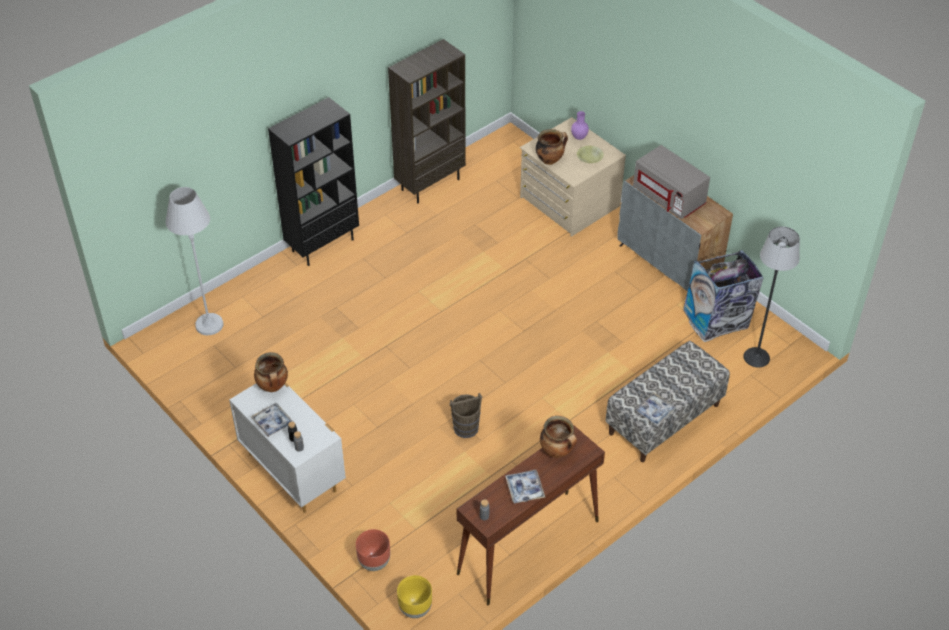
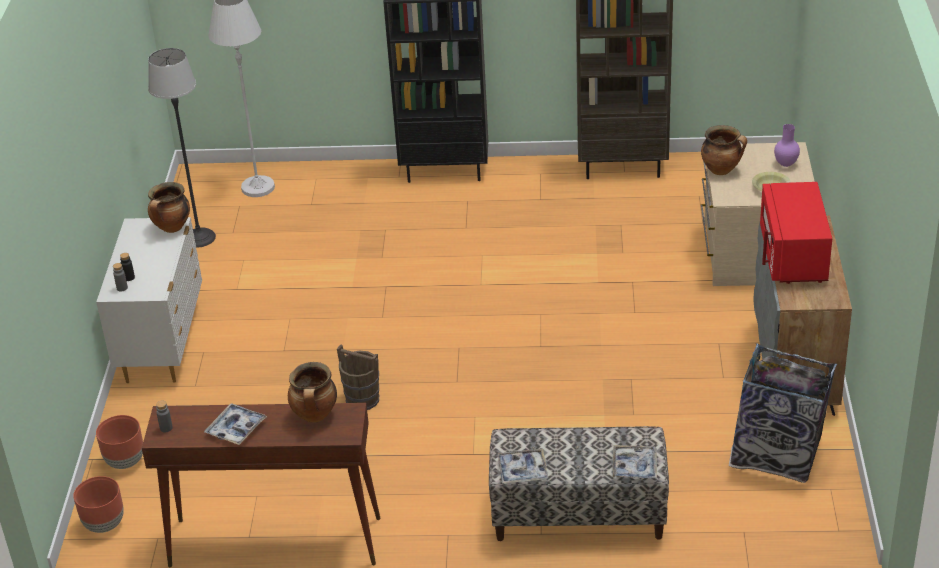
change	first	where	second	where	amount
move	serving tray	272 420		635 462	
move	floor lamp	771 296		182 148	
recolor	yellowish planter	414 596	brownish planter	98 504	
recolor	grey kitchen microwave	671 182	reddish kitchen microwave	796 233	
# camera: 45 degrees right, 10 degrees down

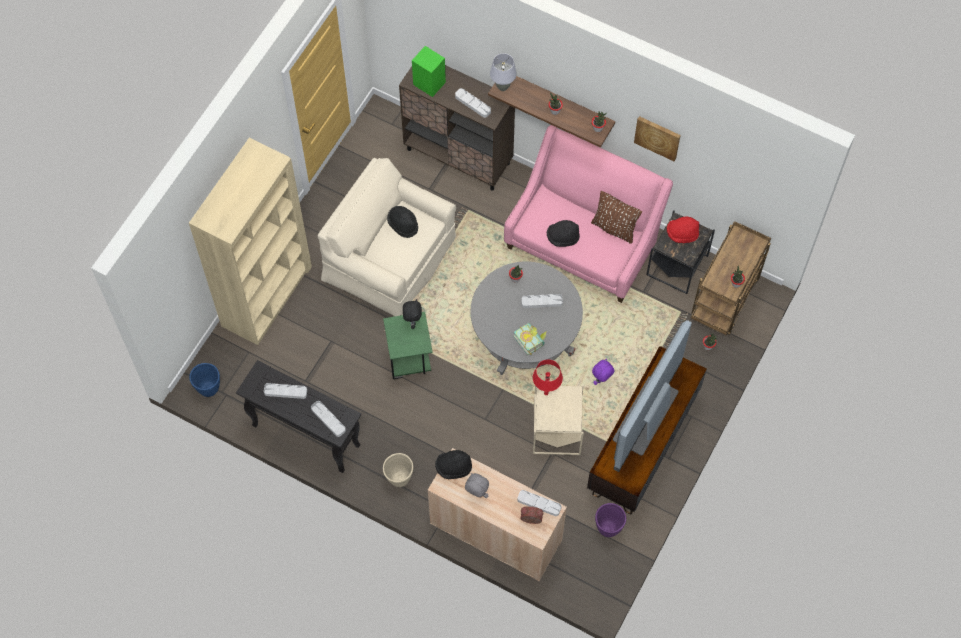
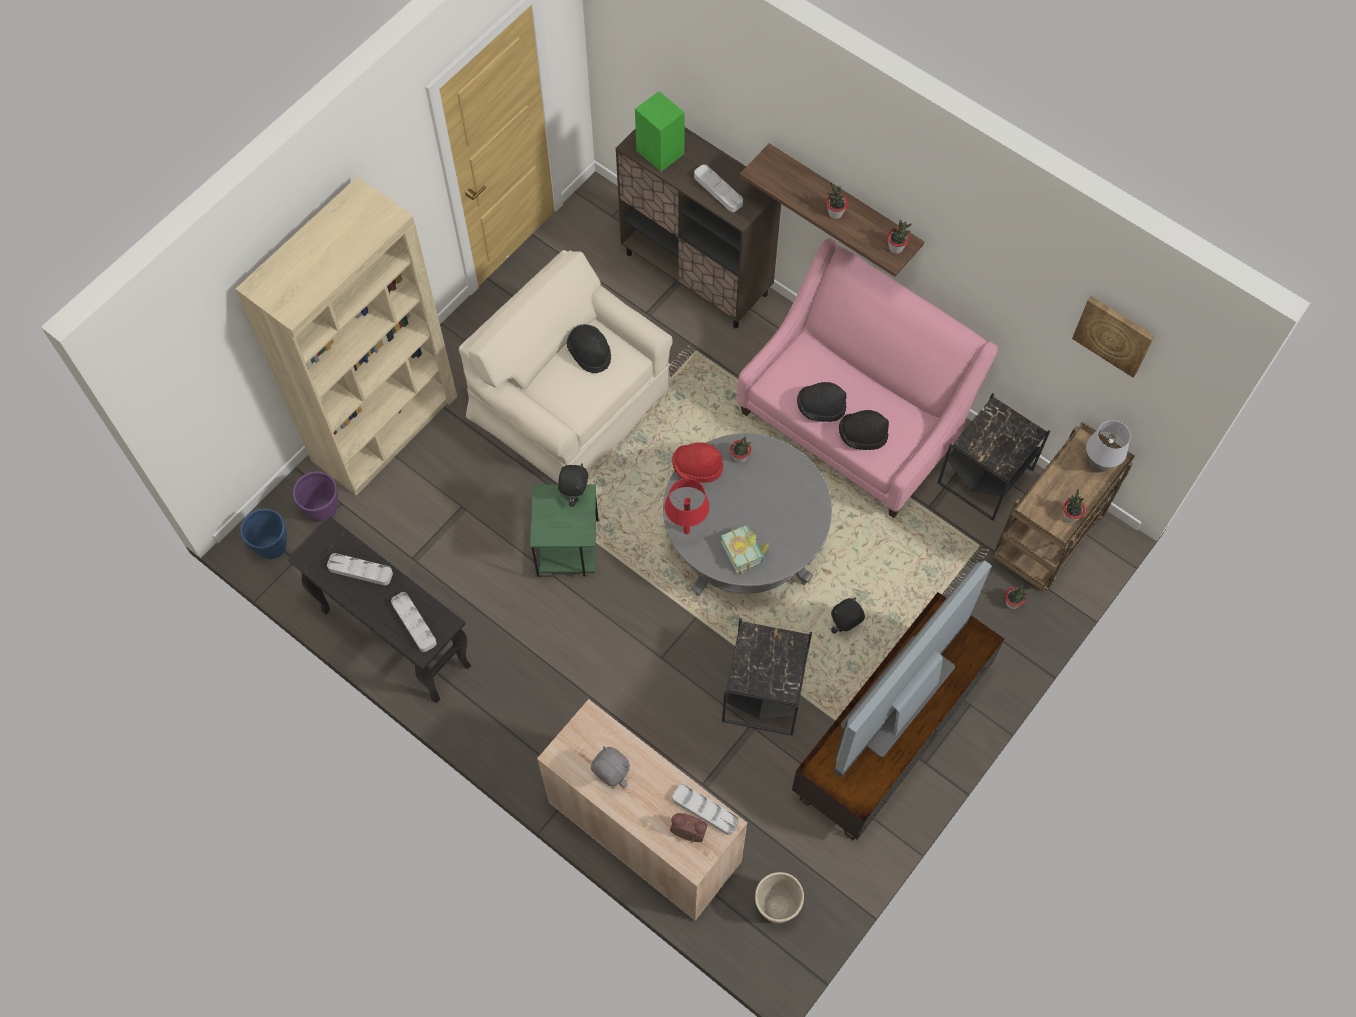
change	first	where	second	where	amount
delete	grey serving tray	542 301			
delete	brownish throw pillow	616 217			
move	sand-coloured planter	398 470		779 897	
move	black wearable hat	453 464		864 430	
move	grey tabletop lamp	503 72		1108 446	
move	reddish tabletop lamp	548 377		687 506	
move	purplish planter	610 520		315 496	
move	wall art	657 138		1113 336	
move	reddish wearable hat	683 229		697 462	
recolor	sand-coloured side table	558 420	black side table	767 677	
recolor	purplish cuddly toy	603 372	black cuddly toy	848 615	
# camera: 10 degrees right, 0 degrees up

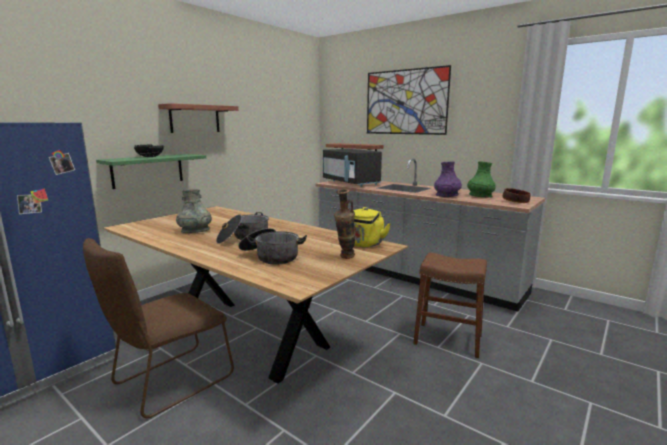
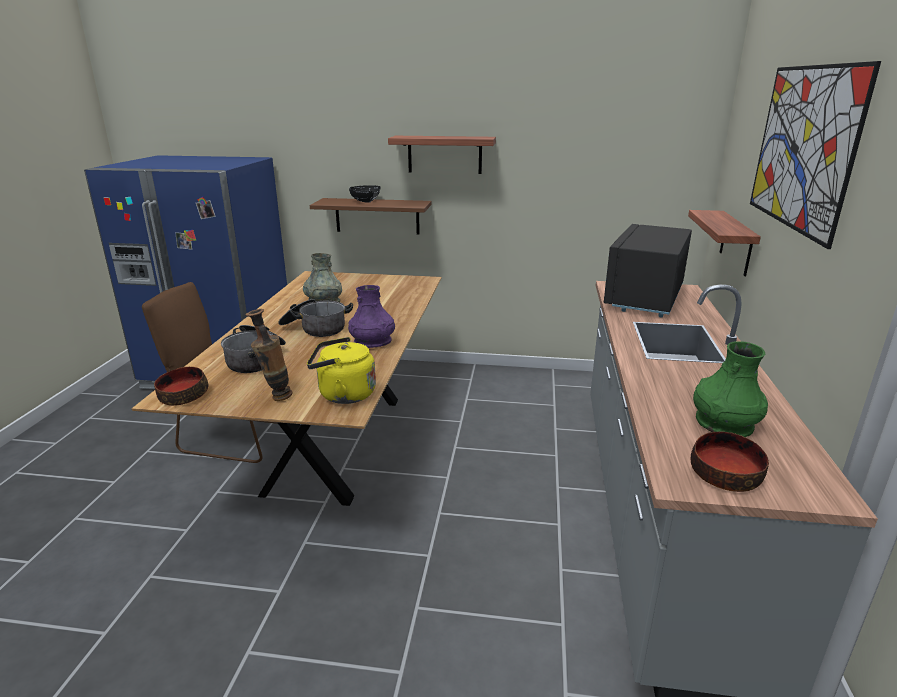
change	first	where	second	where	amount
delete	brownish stool seat	450 305			
insert			serving bowl	181 386	
move	purplish decorative vase	448 179		371 316	
recolor	green wall shelf	151 171	brownish wall shelf	370 216	
# camera: 60 degrees right, 10 degrees up

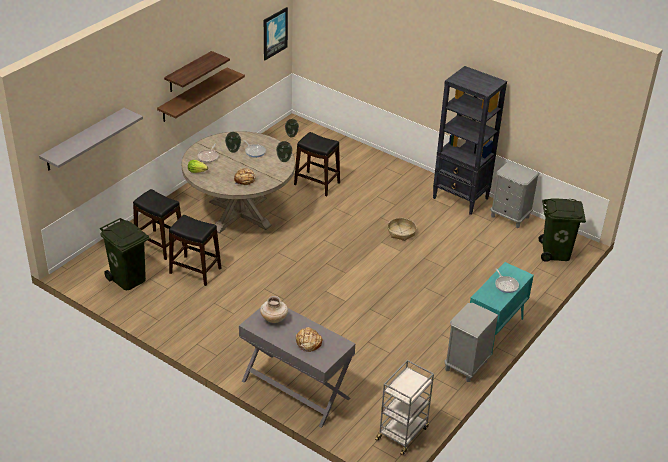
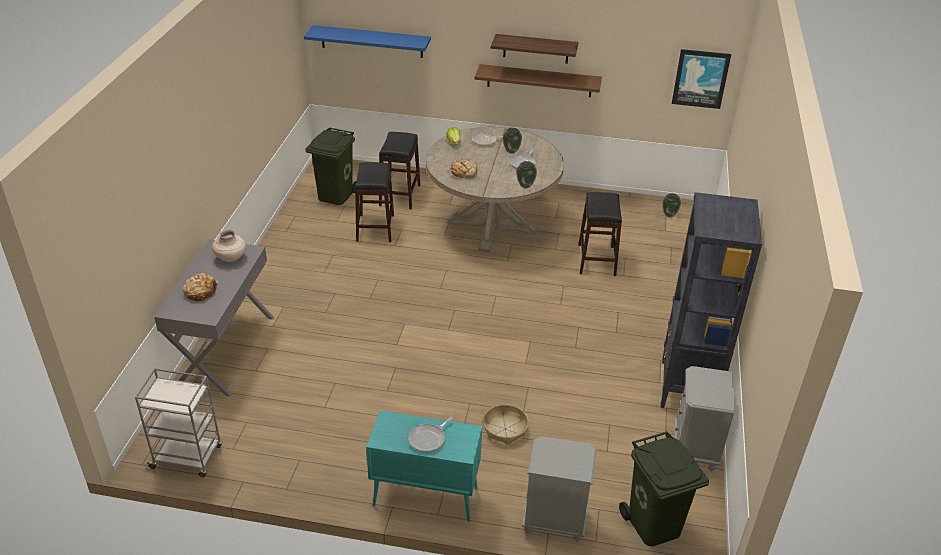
change	first	where	second	where	amount
move	basket	402 229		506 424	
move	grey bedside table	471 342		559 489	
recolor	grey wall shelf	91 139	blue wall shelf	367 41	
# camera: 65 degrees right, 0 degrees up

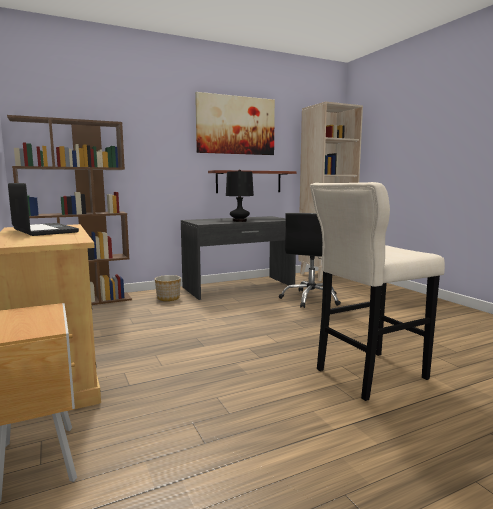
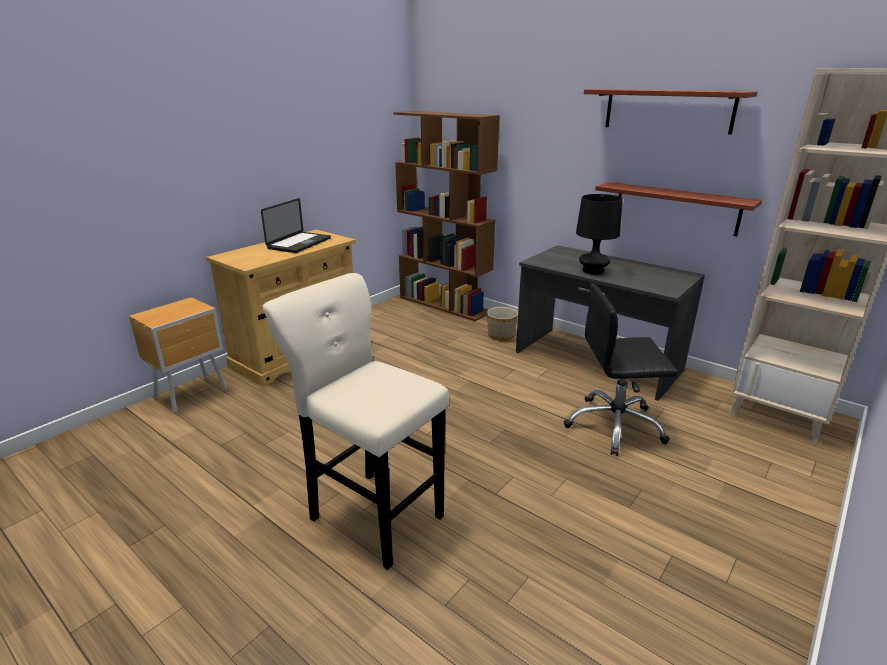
change	first	where	second	where	amount
replace	wall art	235 123	wall shelf	670 111	
# camera: 65 degrees right, 15 degrees up

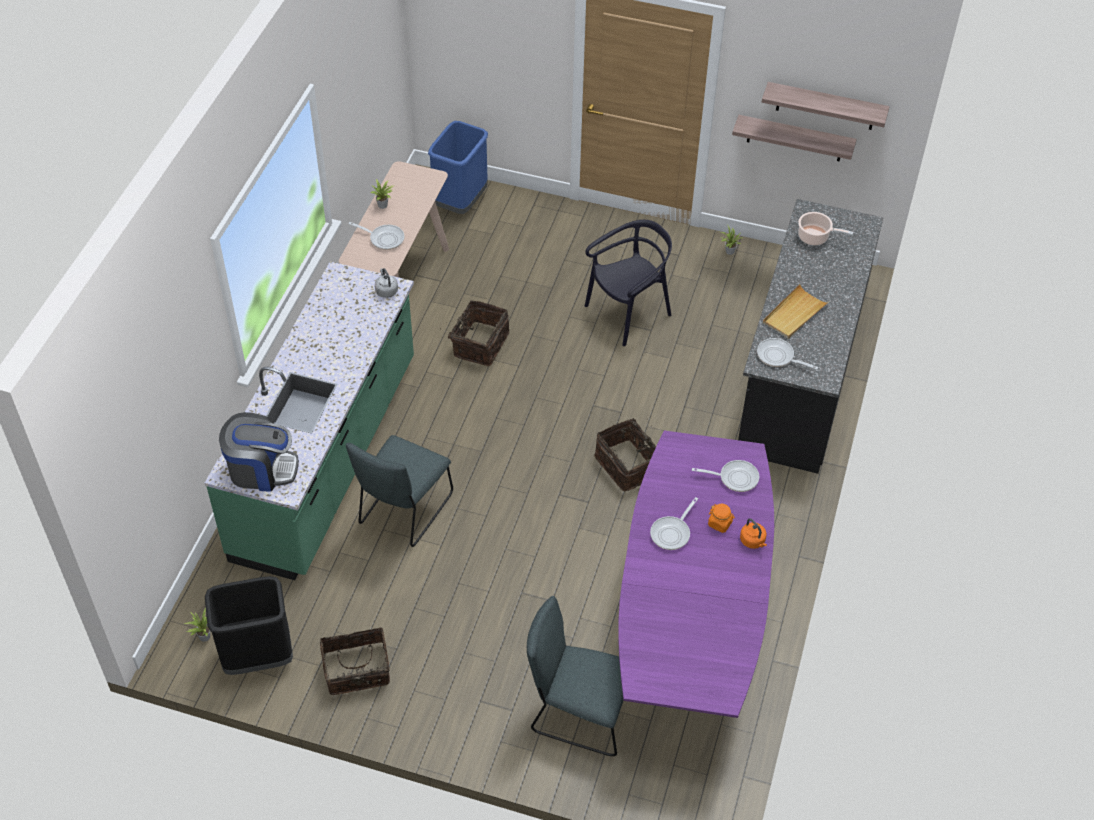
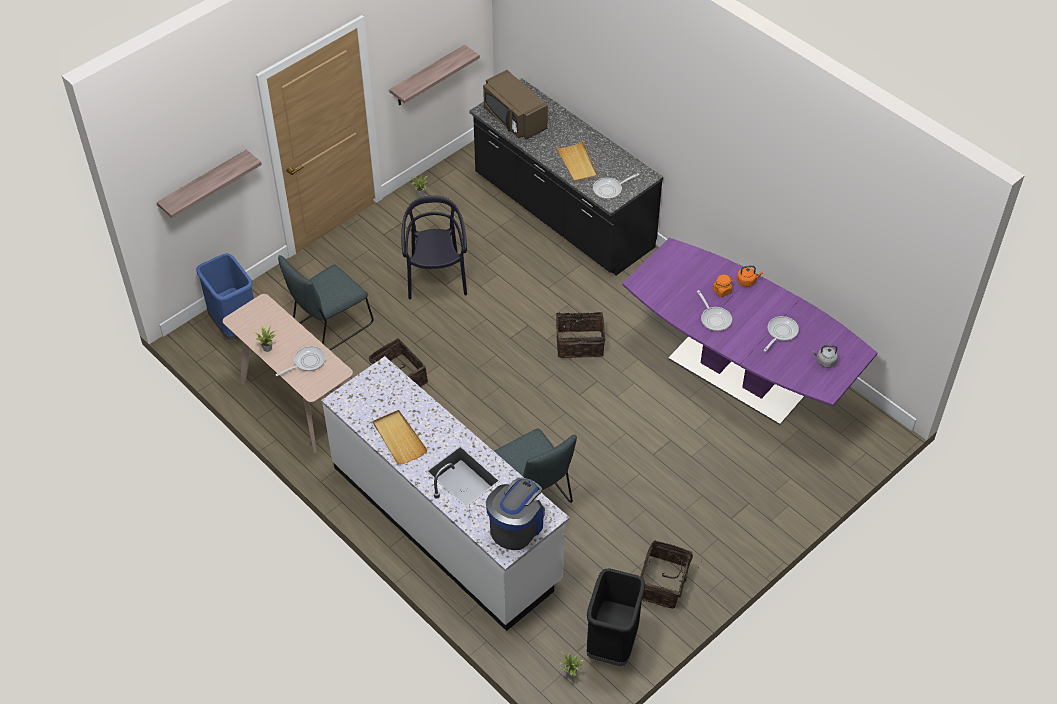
change	first	where	second	where	amount
insert			sand-coloured serving tray	400 437	
move	grey water kettle	386 283		825 356	
move	grey chair	575 676		326 303	
move	frying pan	725 476		781 334	
move	wall shelf	825 106		209 184	
replace	cooking pot	825 228	brownish kitchen microwave	515 104	
recolor	green counter	309 420	white-coloured counter	445 493	
# camera: 60 degrees left, 0 degrees up

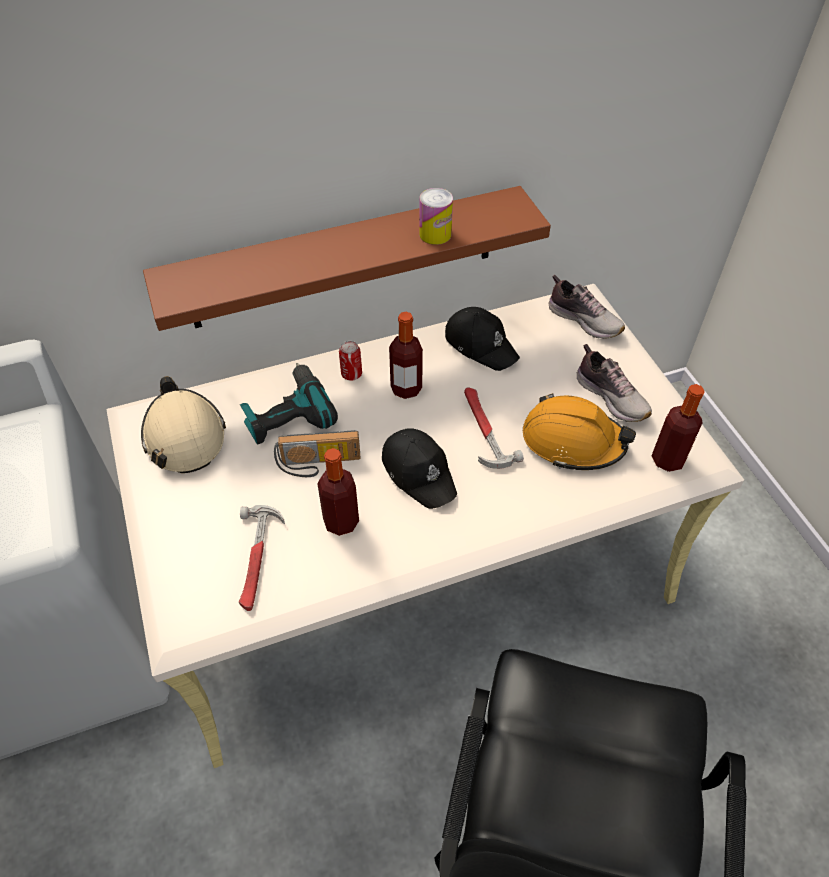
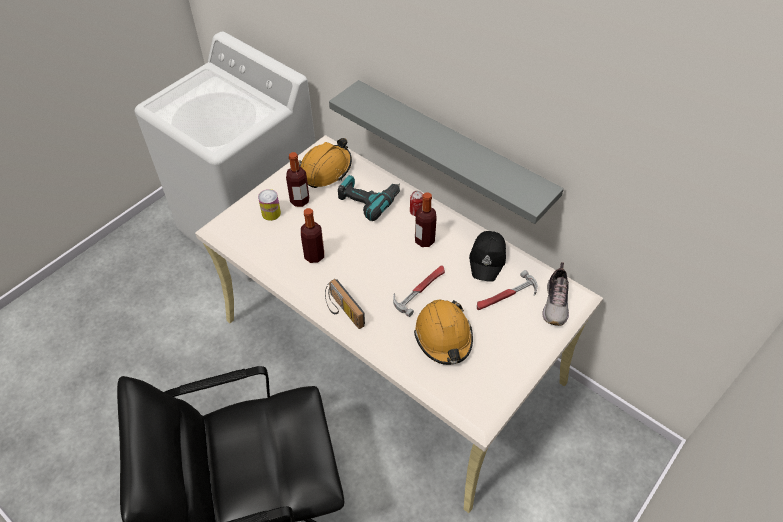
change	first	where	second	where	amount
delete	black baseball cap	419 468			
delete	low shoe	614 383			
move	tool hammer	262 558		507 290	
move	radio	317 453		345 304	
move	metal can	436 216		269 205	
move	beverage bottle	678 428		297 179	
recolor	sand-coloured hard hat	183 424	orange-coloured hard hat	325 163	
recolor	brownish wall shelf	347 258	grey wall shelf	446 152	
# camera: 60 degrees right, 0 degrees up

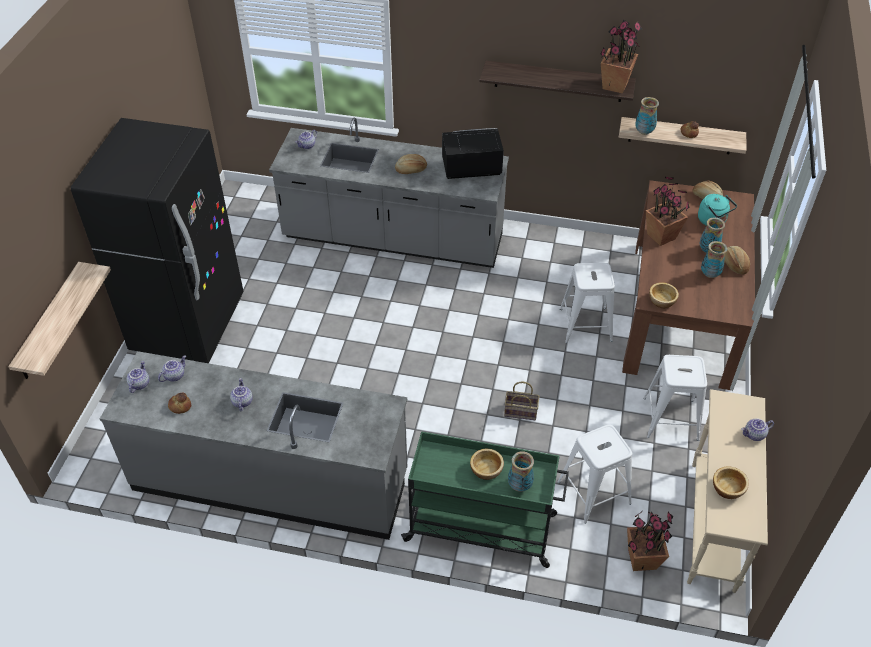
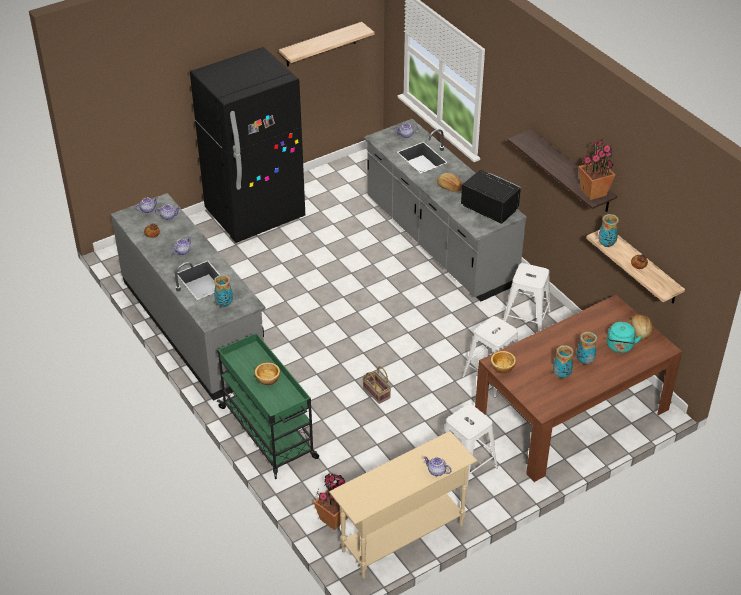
change	first	where	second	where	amount
delete	plant in a pot	668 211			
delete	serving bowl	731 482			
delete	baked bread	737 260			
move	wall shelf	59 320		327 44	
move	decorative vase	521 471		223 291	
move	white-coloured stool seat	594 474		527 297	
# camera: 45 degrees right, 5 degrees down

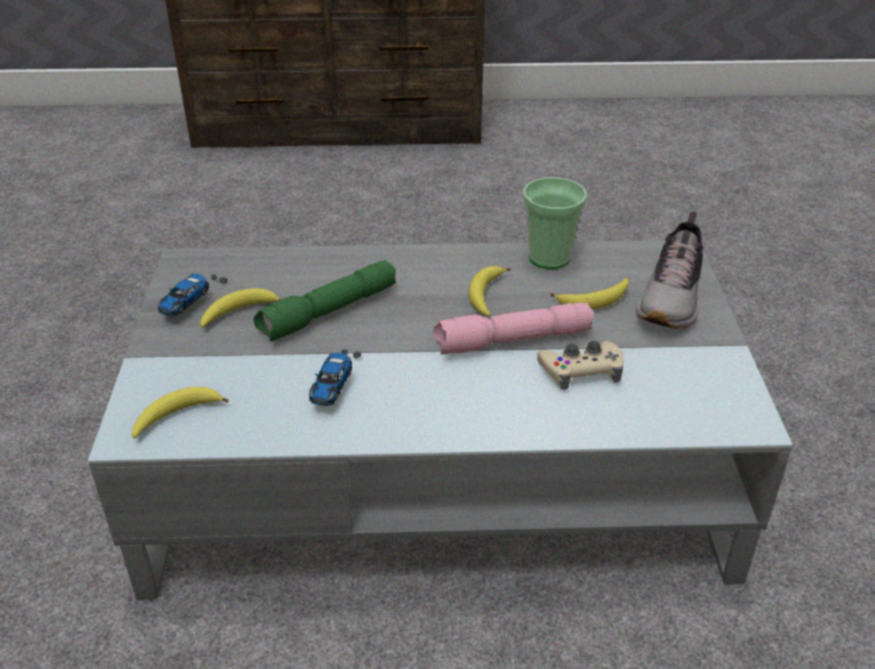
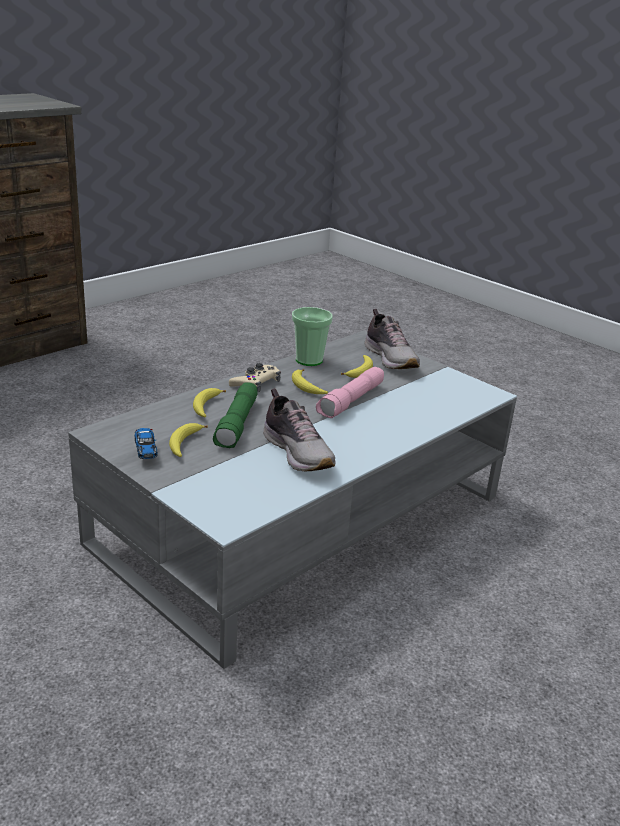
change	first	where	second	where	amount
move	banana	180 412		209 402	
move	sand-coloured game controller	580 365		255 377	
replace	toy car	335 377	low shoe	299 430	
# camera: 45 degrees left, 10 degrees down

